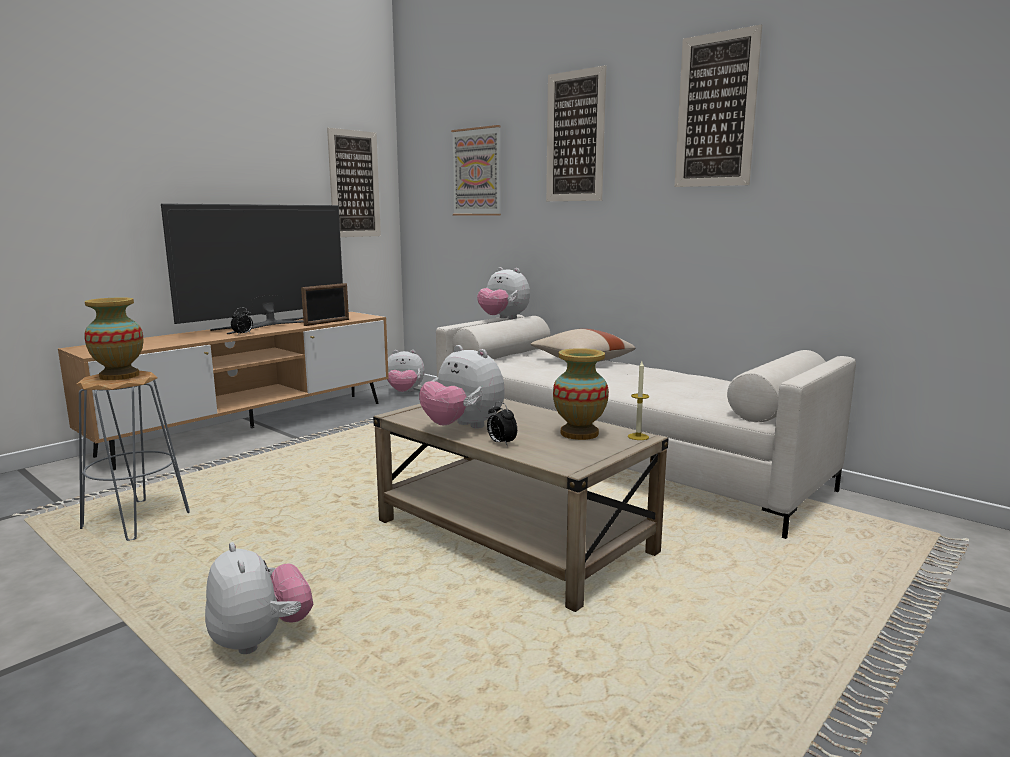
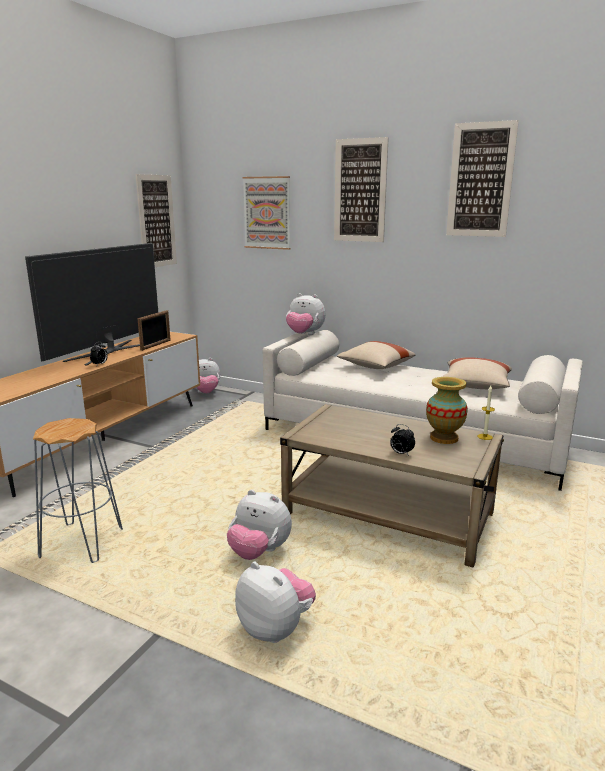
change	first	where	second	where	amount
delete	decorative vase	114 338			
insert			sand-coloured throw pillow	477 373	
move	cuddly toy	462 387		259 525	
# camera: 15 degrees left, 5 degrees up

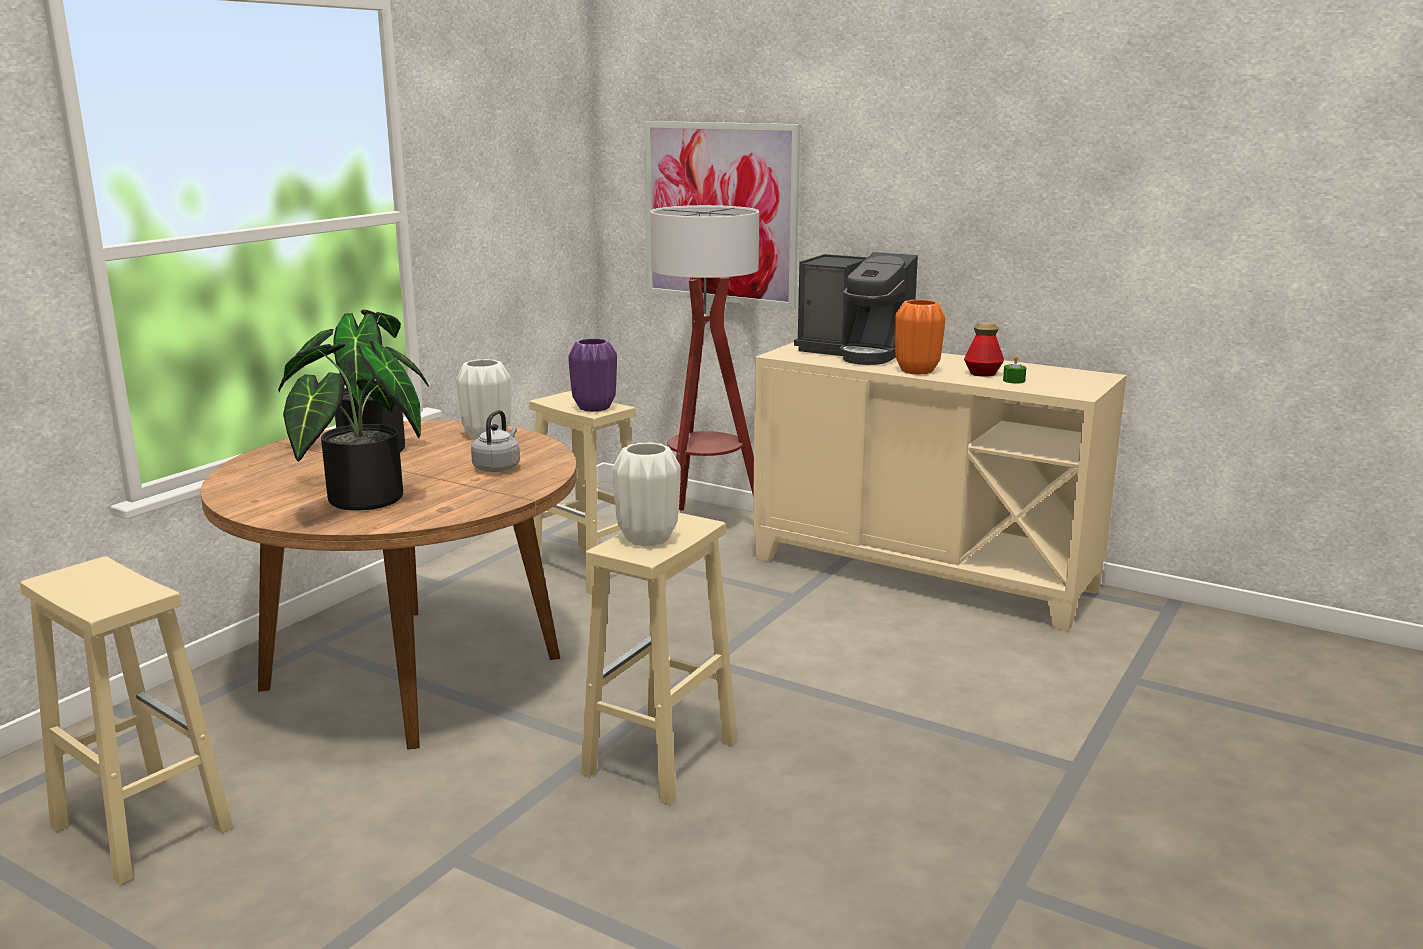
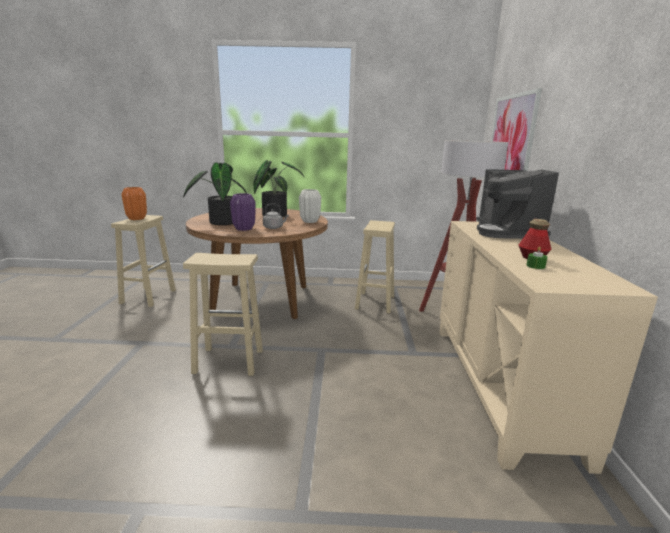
change	first	where	second	where	amount
delete	white-coloured decorative vase	646 494			
move	purplish decorative vase	592 375		243 212	
move	orange-coloured decorative vase	920 337		134 203	
# camera: 60 degrees right, 0 degrees up

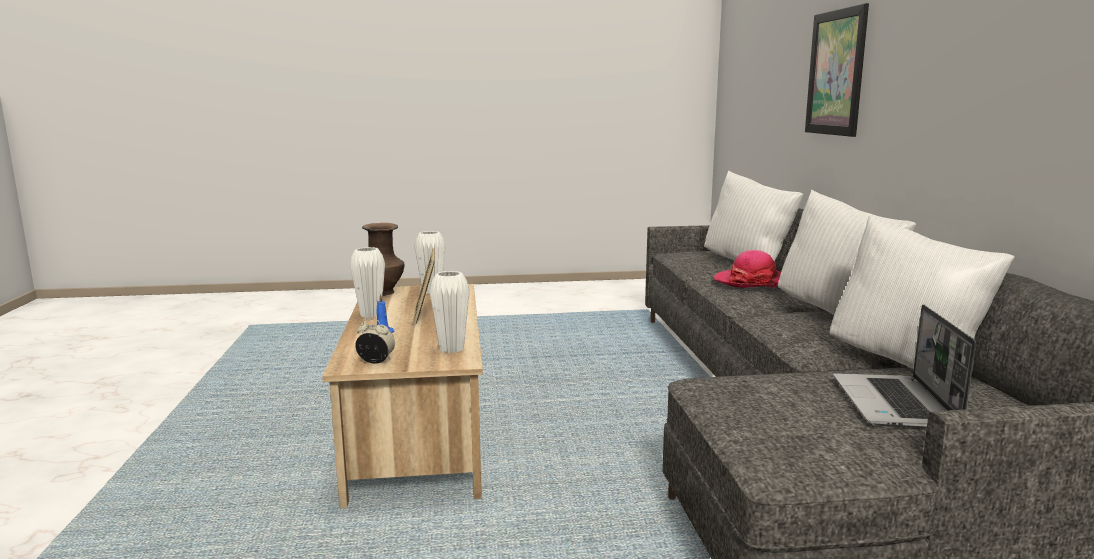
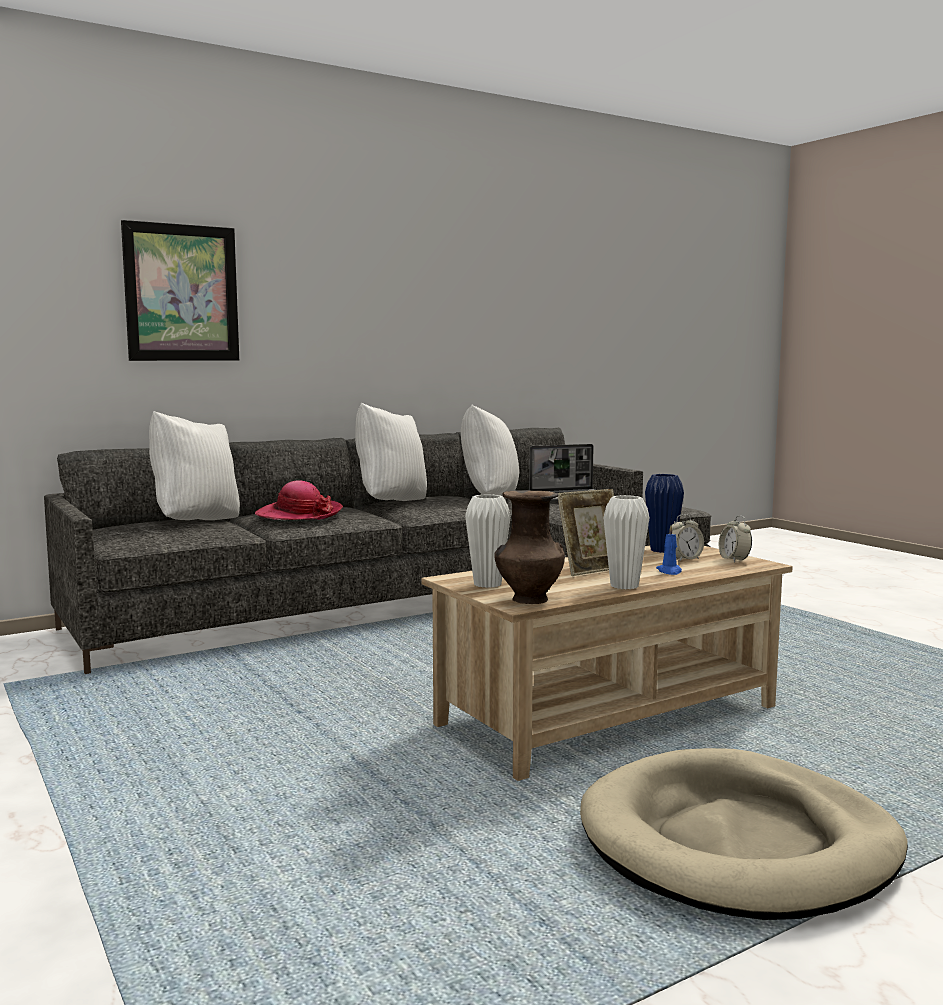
change	first	where	second	where	amount
insert			sand-coloured pet bed	744 834	
insert			bedside clock	686 538	
recolor	white-coloured decorative vase	449 312	blue decorative vase	664 513	
# camera: 115 degrees left, 5 degrees down

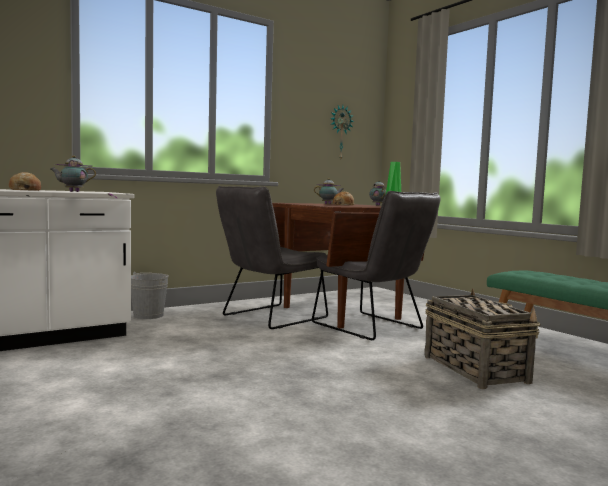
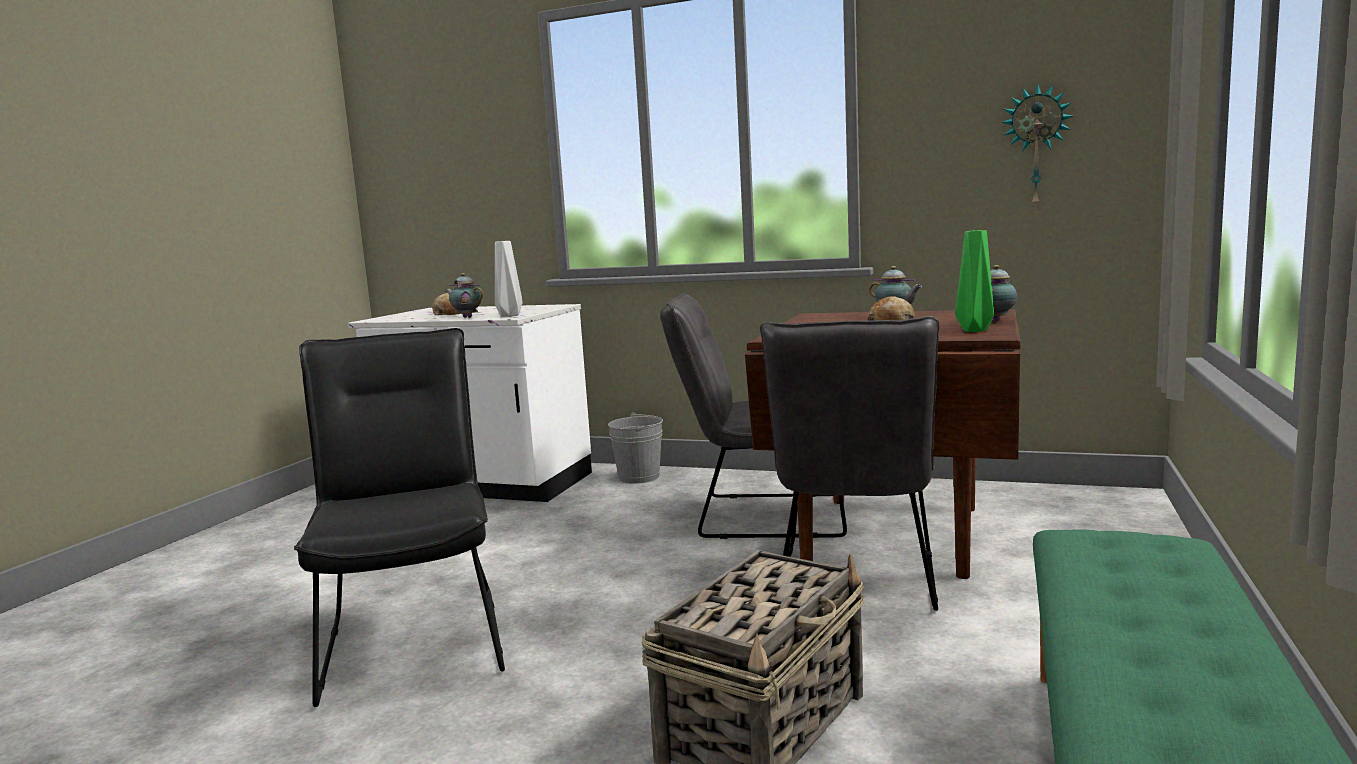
change	first	where	second	where	amount
insert			black chair	399 517	
insert			grey decorative vase	509 279	
# camera: 55 degrees right, 5 degrees up

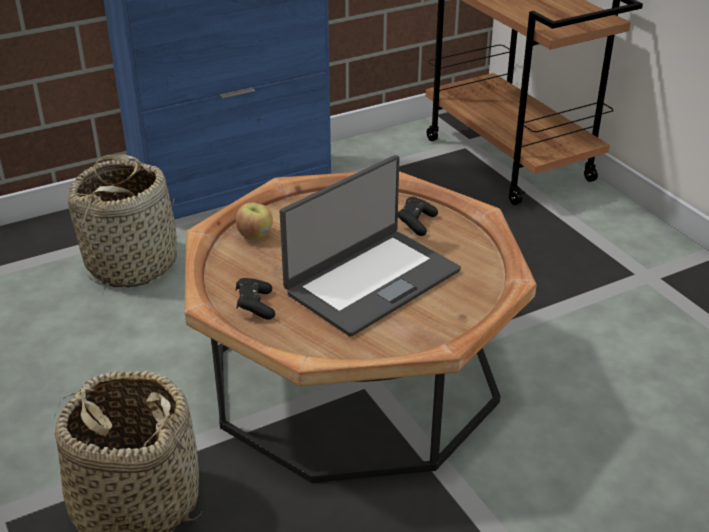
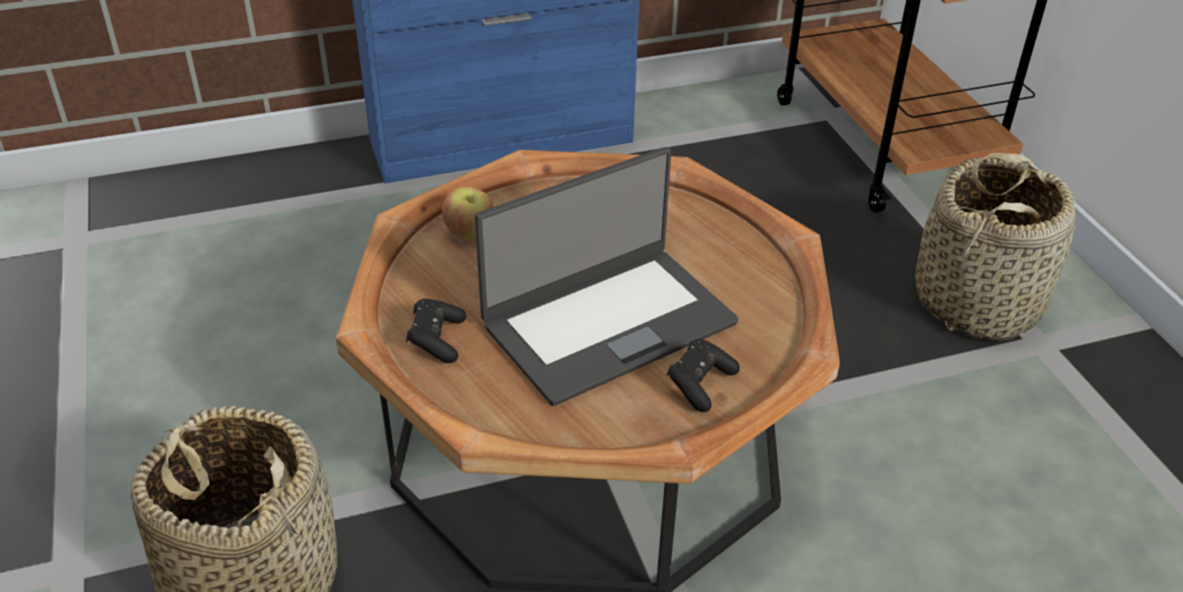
change	first	where	second	where	amount
move	basket	122 221		995 247	
move	black game controller	418 216		703 375	
# camera: 10 degrees right, 5 degrees up

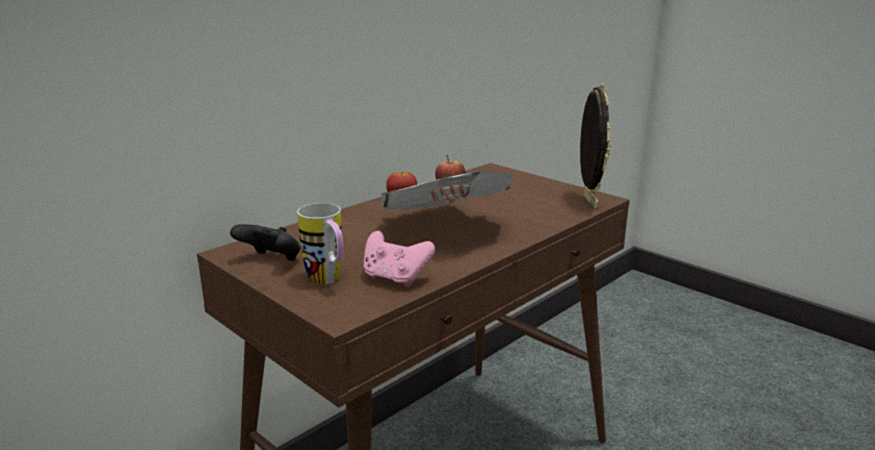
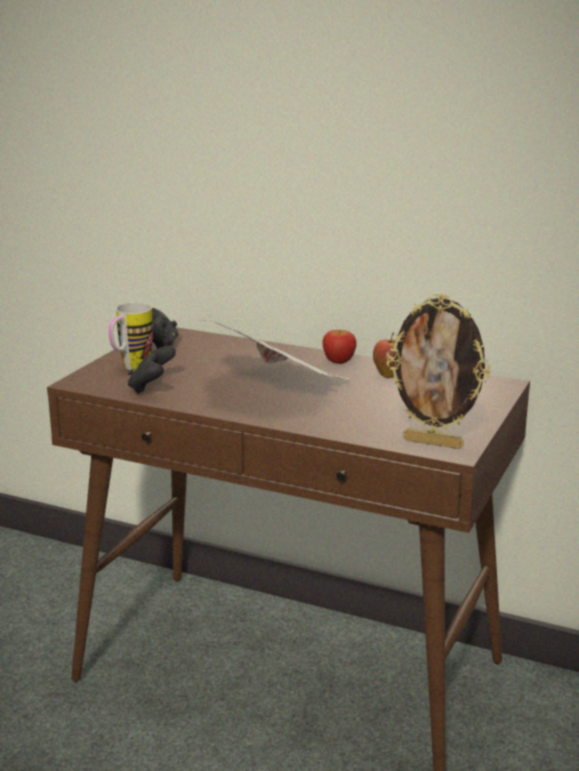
change	first	where	second	where	amount
recolor	pink game controller	399 259	black game controller	152 370	
rotate	standing frame	595 146		438 371	45 degrees clockwise
# camera: 70 degrees right, 0 degrees up

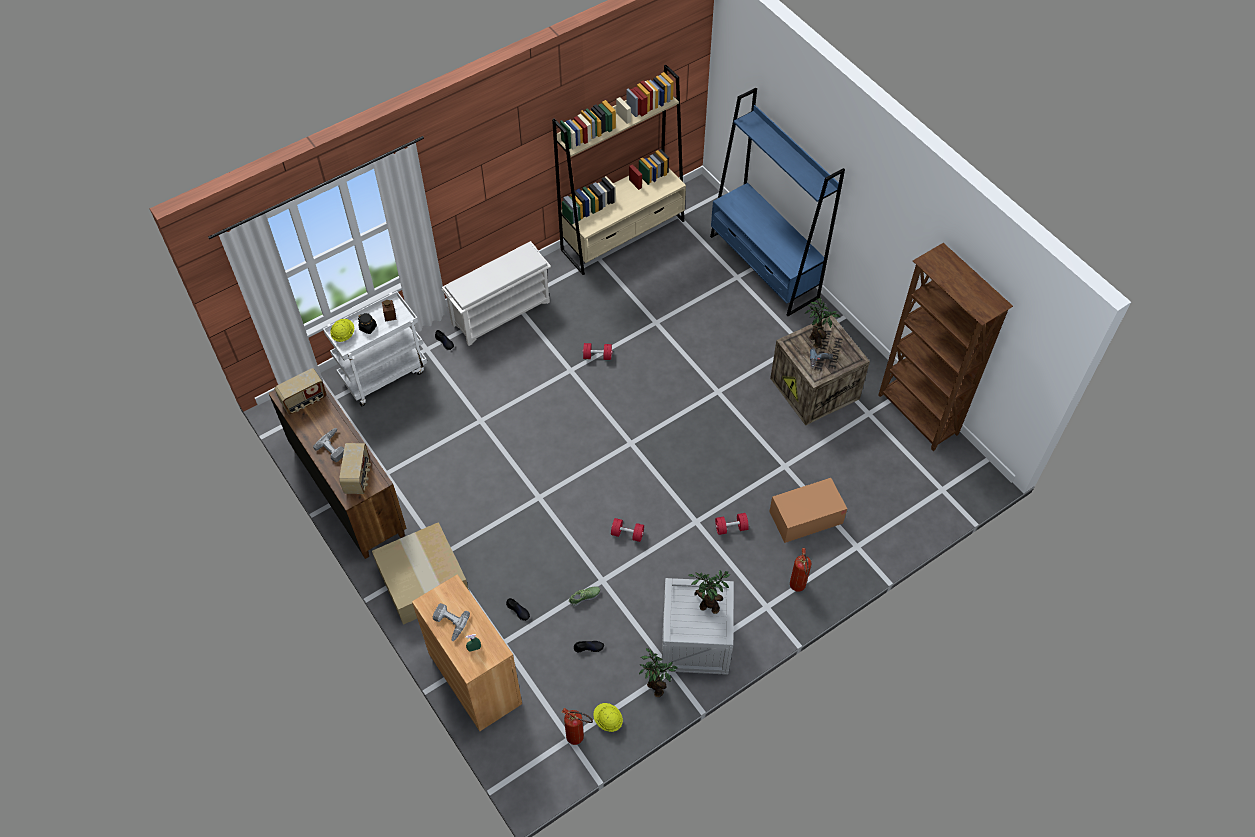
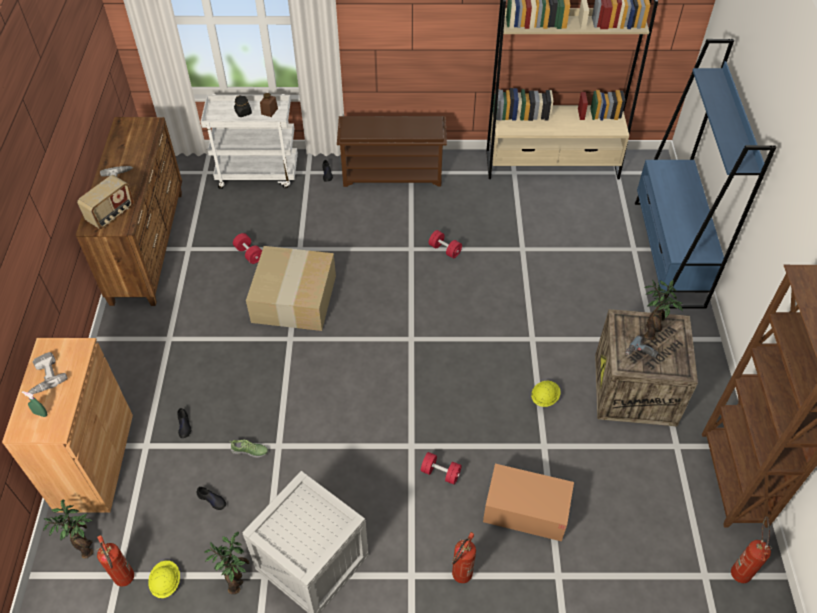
change	first	where	second	where	amount
delete	radio	300 391			
insert			fire extinguisher	751 549	
move	yellowish hard hat	342 330		546 394	
move	carton	420 573		291 288	
move	reddish hand weight	627 530		247 248	
move	plant in a pot	709 592		68 529	
recolor	white-coloured shoe rack	496 293	brownish shoe rack	392 151	
# camera: 35 degrees right, 5 degrees down

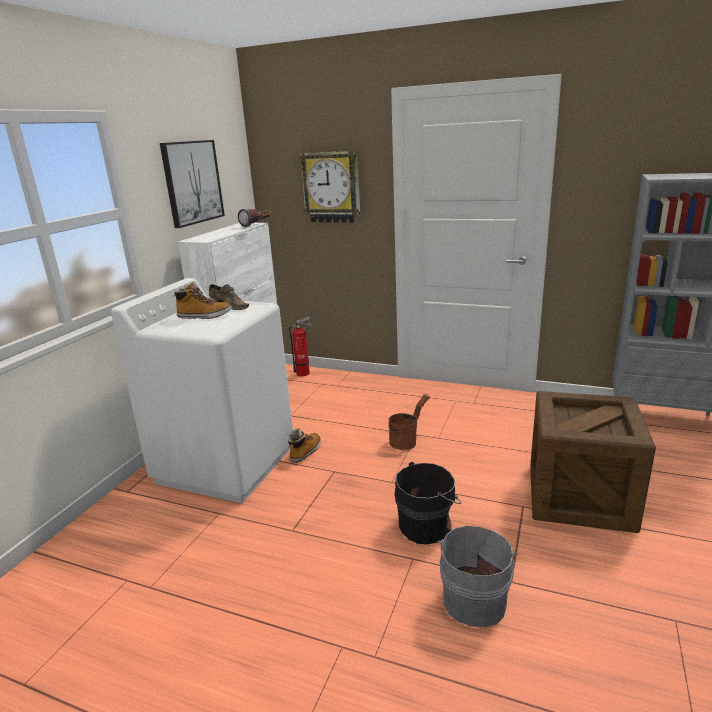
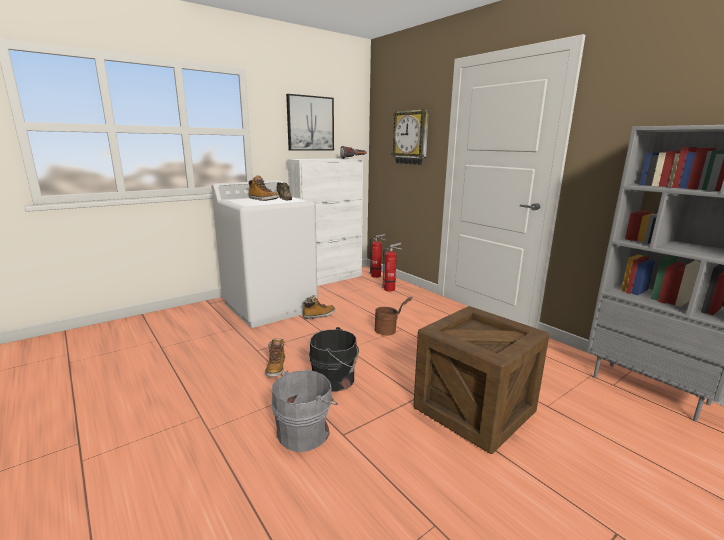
change	first	where	second	where	amount
insert			high-top boot	275 357	
insert			fire extinguisher	391 267	
# camera: 30 degrees right, 5 degrees down

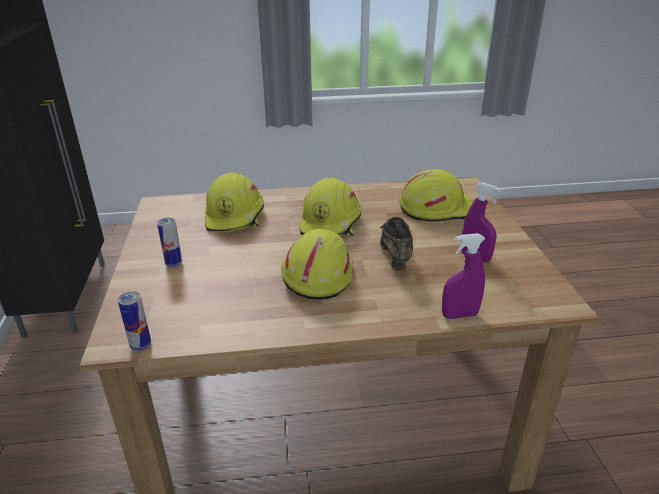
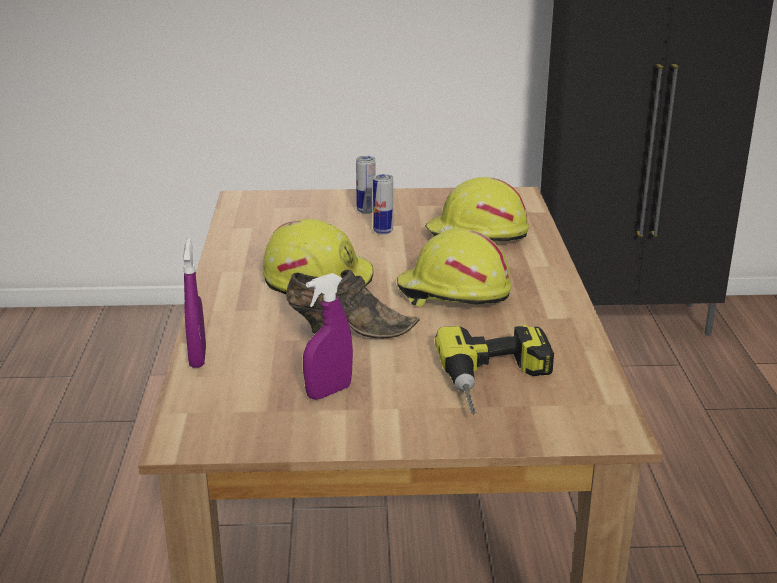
change	first	where	second	where	amount
move	metal can	134 321		383 204	
replace	yellowish hard hat	436 195	electric drill	494 370	
# camera: 95 degrees right, 5 degrees down

